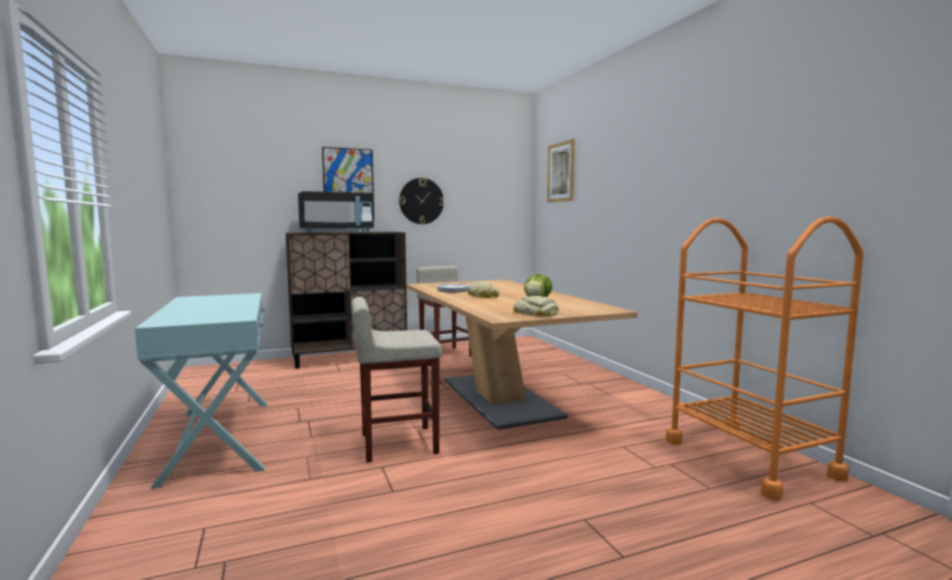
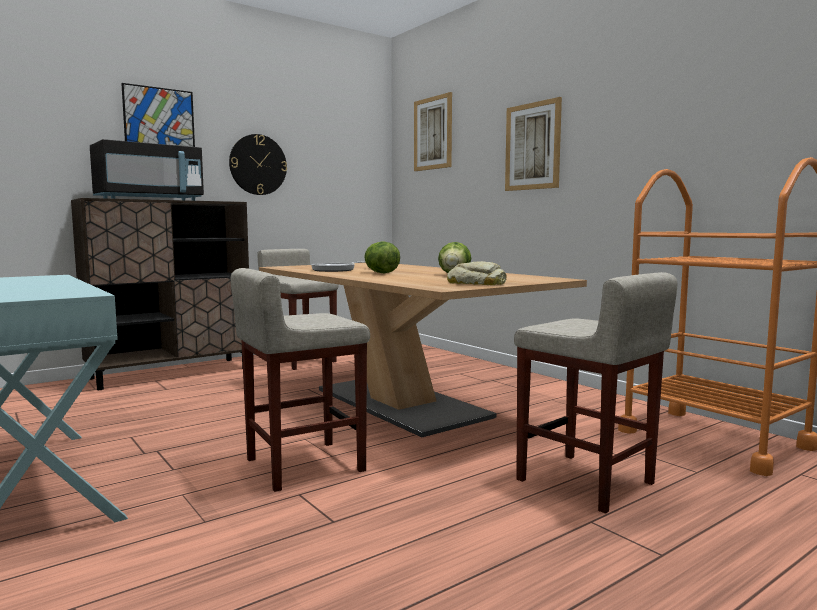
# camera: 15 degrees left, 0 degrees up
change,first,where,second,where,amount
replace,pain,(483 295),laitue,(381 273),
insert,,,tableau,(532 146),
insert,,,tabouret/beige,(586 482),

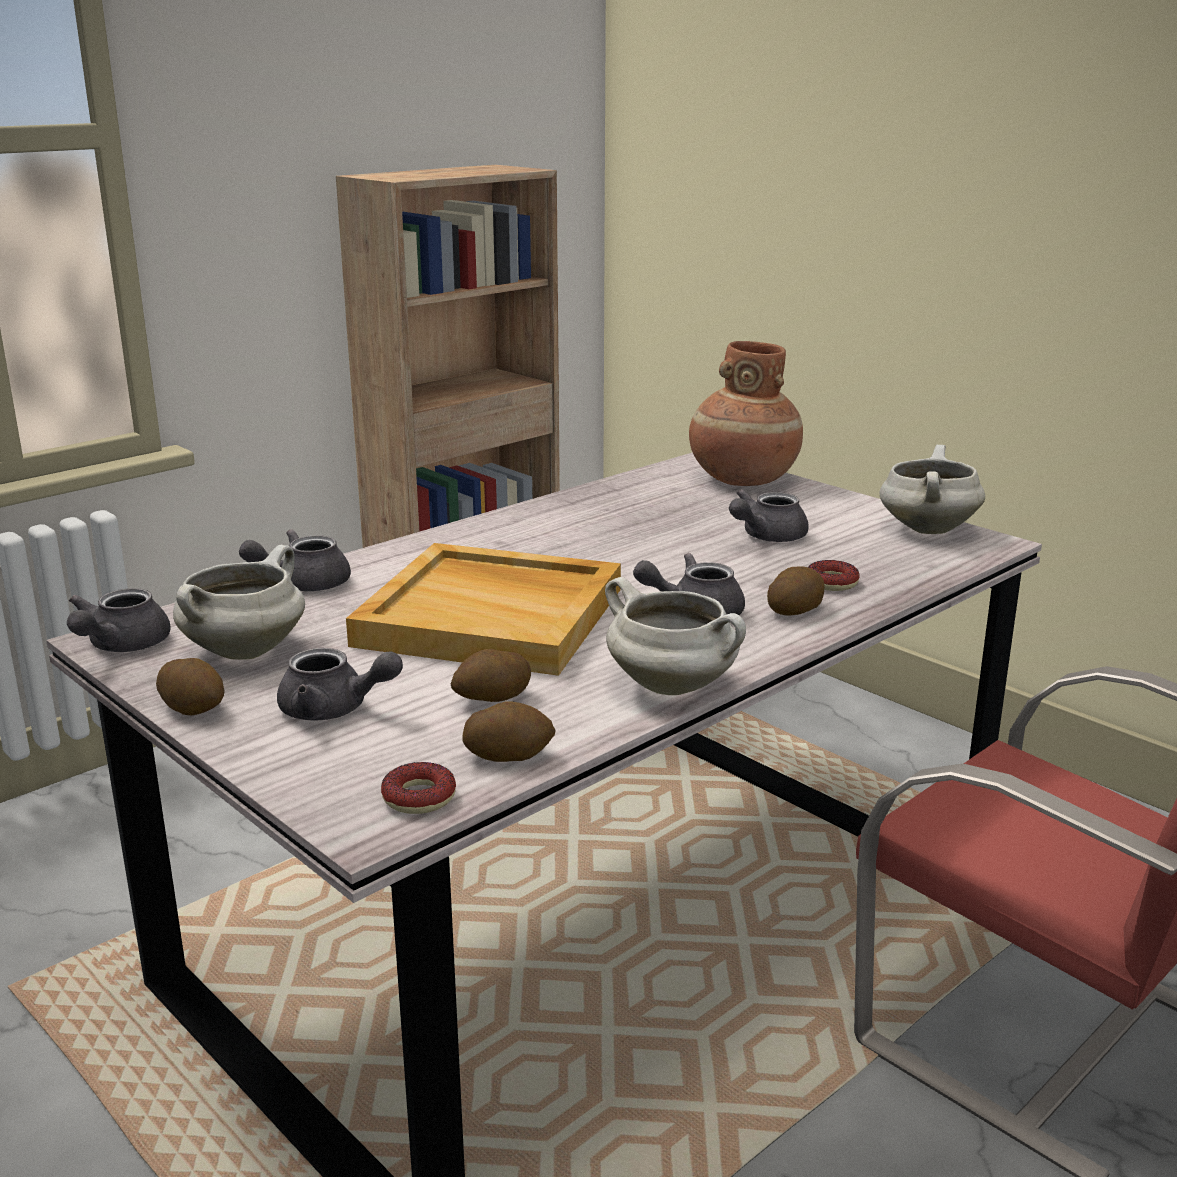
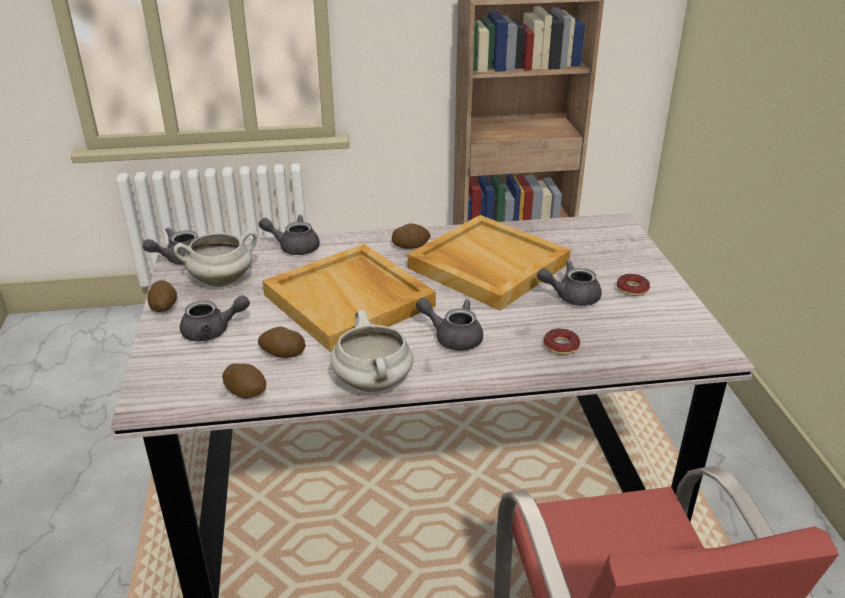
# camera: 35 degrees right, 10 degrees up
change,first,where,second,where,amount
rotate,théière/gris,(334 710),,(213 331),60 degrees counterclockwise
move,pomme de terre,(795 610),,(411 246),
insert,,,plateau/beige,(487 266),
move,beignet,(419 797),,(632 289),
delete,vase/marron,(742 479),,,
delete,marmite/blanc,(926 529),,,

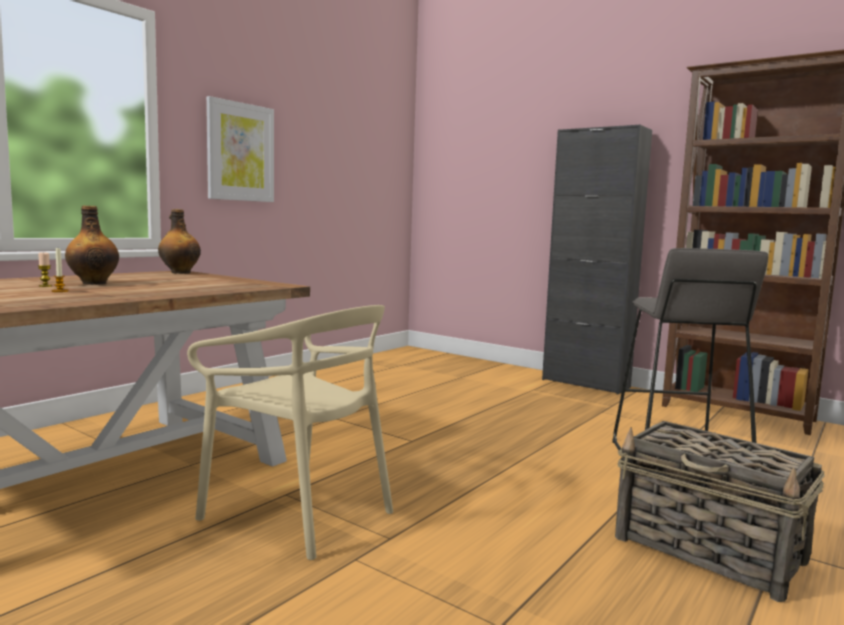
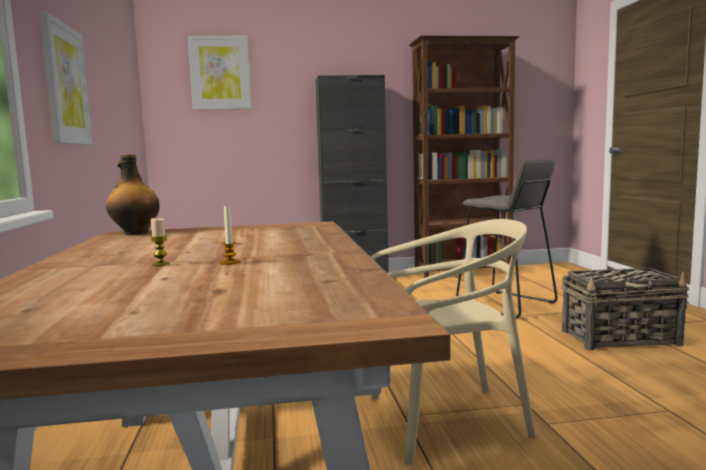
# camera: 45 degrees left, 0 degrees up
change,first,where,second,where,amount
insert,,,tableau,(220 73),
delete,bouteille,(94 283),,,

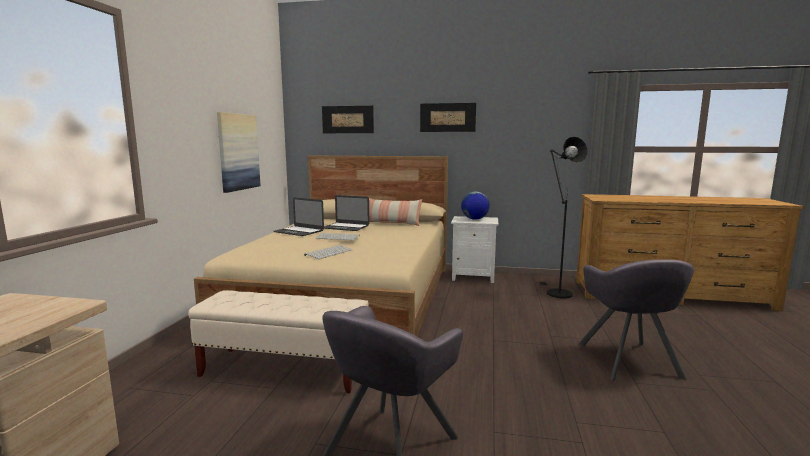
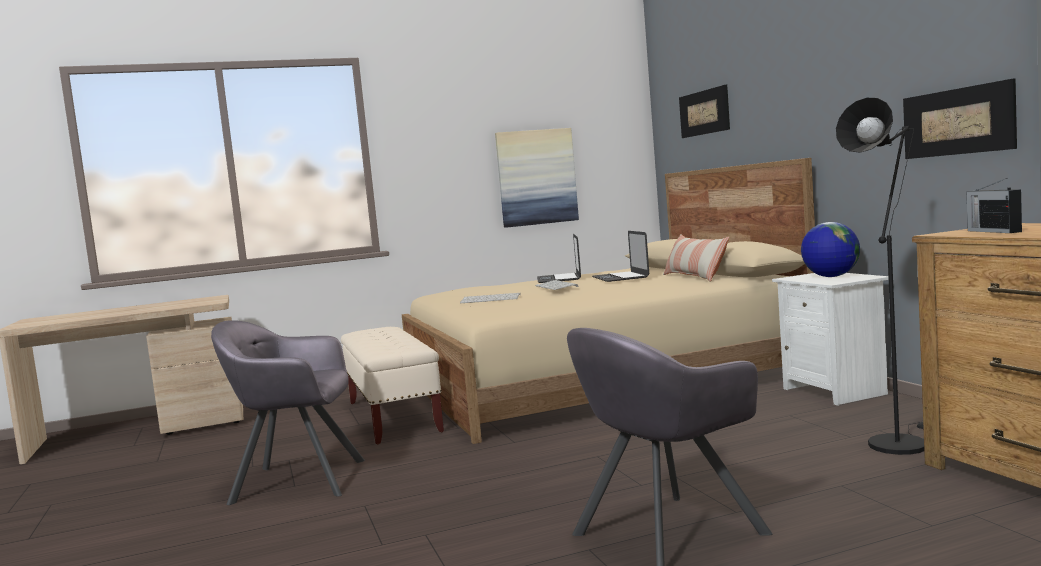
# camera: 60 degrees right, 5 degrees down
change,first,where,second,where,amount
move,tableau,(447 117),,(957 121),
insert,,,radio,(993 231),

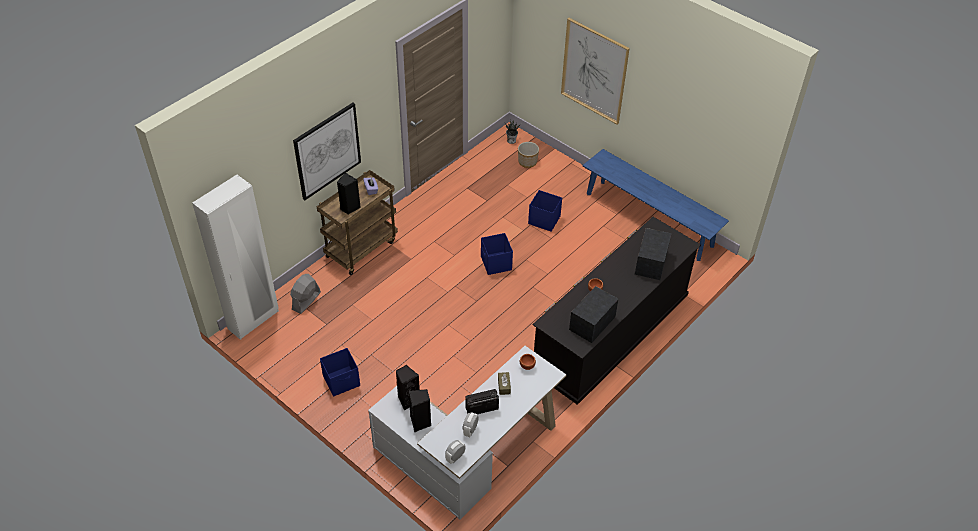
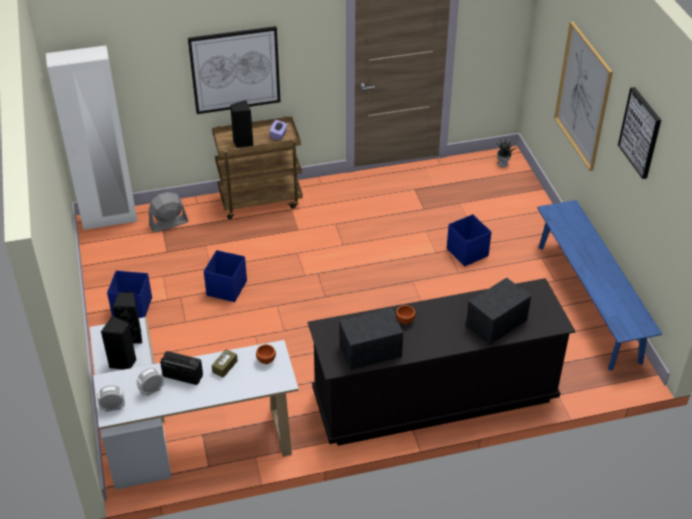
# camera: 35 degrees right, 5 degrees down
change,first,where,second,where,amount
move,boîte de rangement/bleu,(496 263),,(226 288),
insert,,,tableau,(640 132),
delete,cache-pot,(527 162),,,

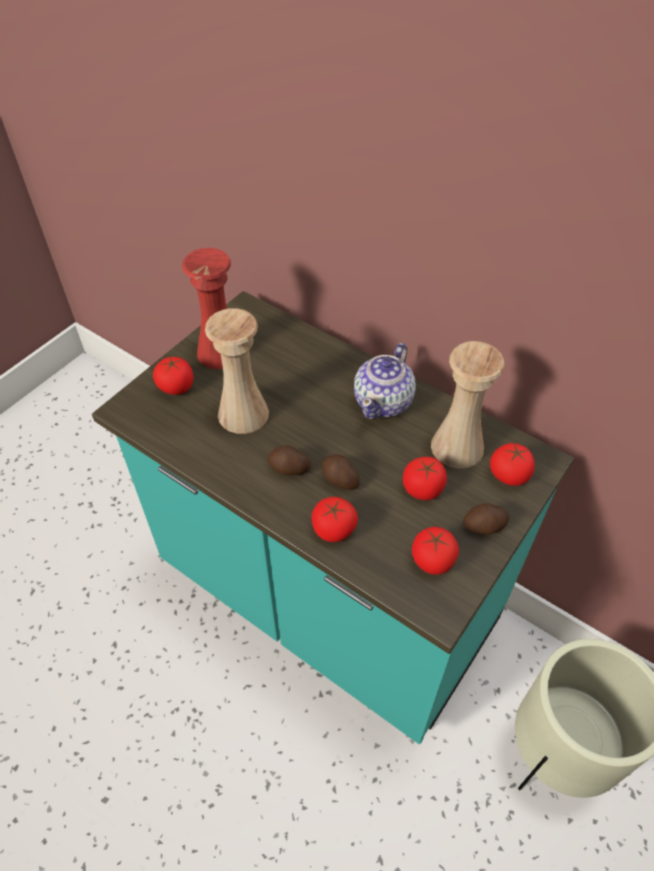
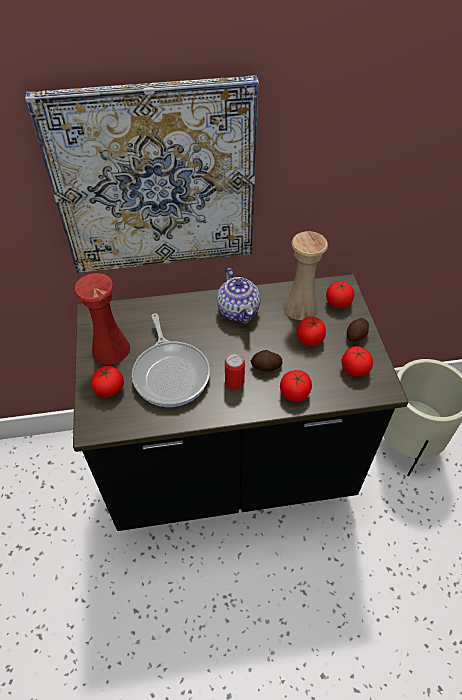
# camera: 45 degrees left, 0 degrees up
change,first,where,second,where,amount
insert,,,tableau,(155 182),
recolor,comptoir de cuisine/turquoise,(327 598),comptoir de cuisine/noir,(231 470),
replace,vase/beige,(243 414),poêle,(171 373),
replace,pomme de terre,(289 469),boîte métallique,(234 382),

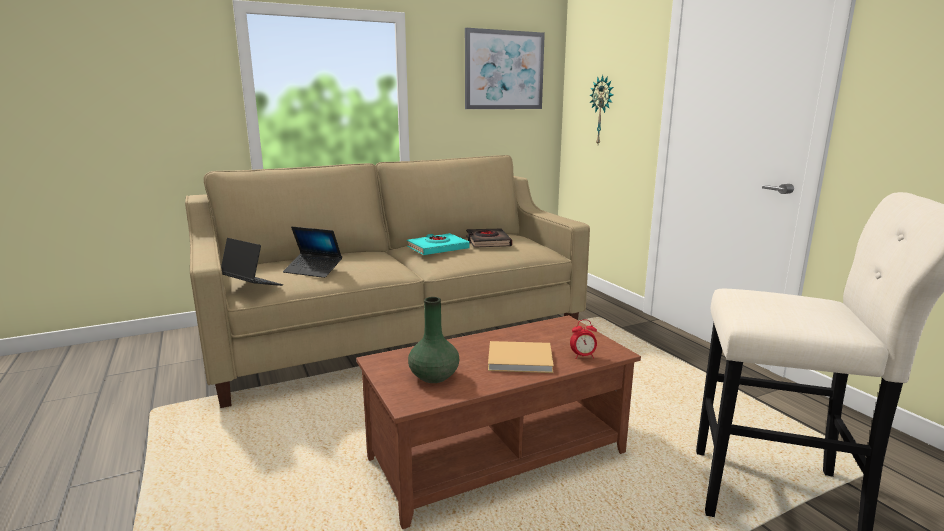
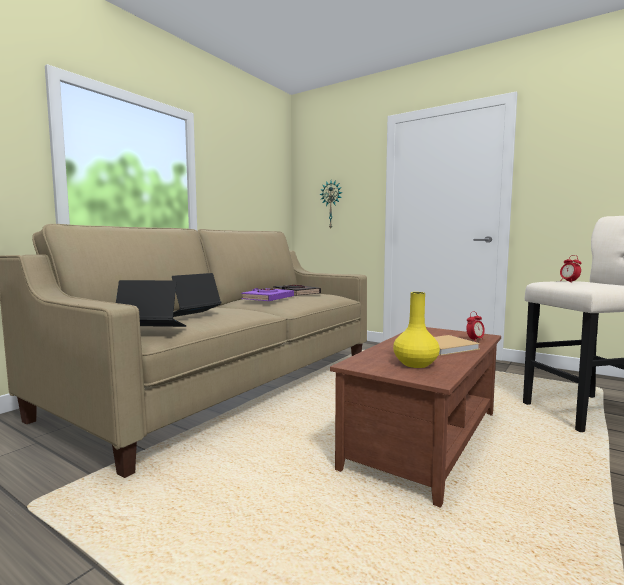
# camera: 30 degrees left, 10 degrees down
change,first,where,second,where,amount
rotate,ordinateur portable,(313 270),,(192 316),135 degrees clockwise
recolor,livre/turquoise,(437 248),livre/violet,(268 298),
recolor,vase/vert,(434 376),vase/jaune,(415 364),
insert,,,réveil,(569 282),
delete,tableau,(504 70),,,

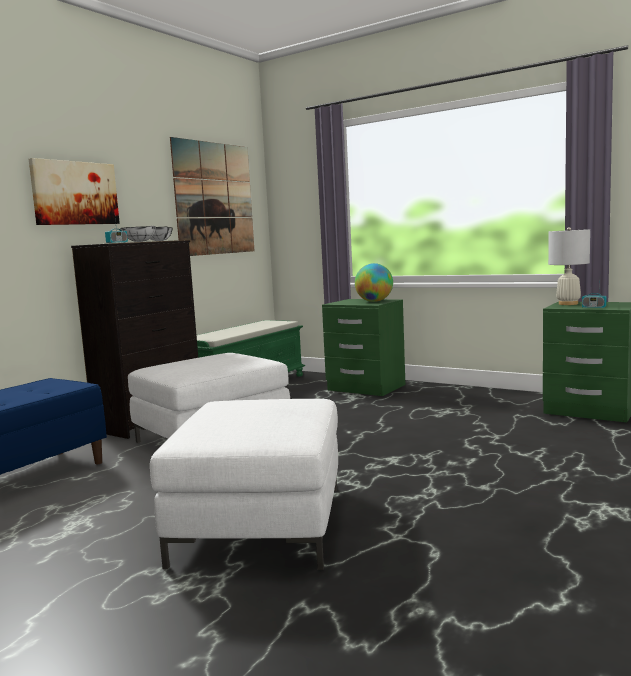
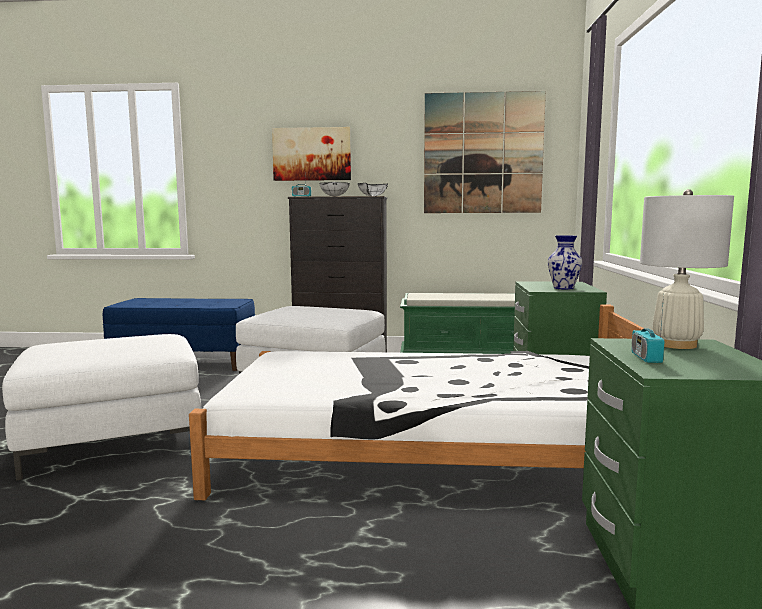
# camera: 60 degrees right, 0 degrees up
change,first,where,second,where,amount
insert,,,lit/blanc,(431 453),
replace,globe,(374 301),vase,(564 288),

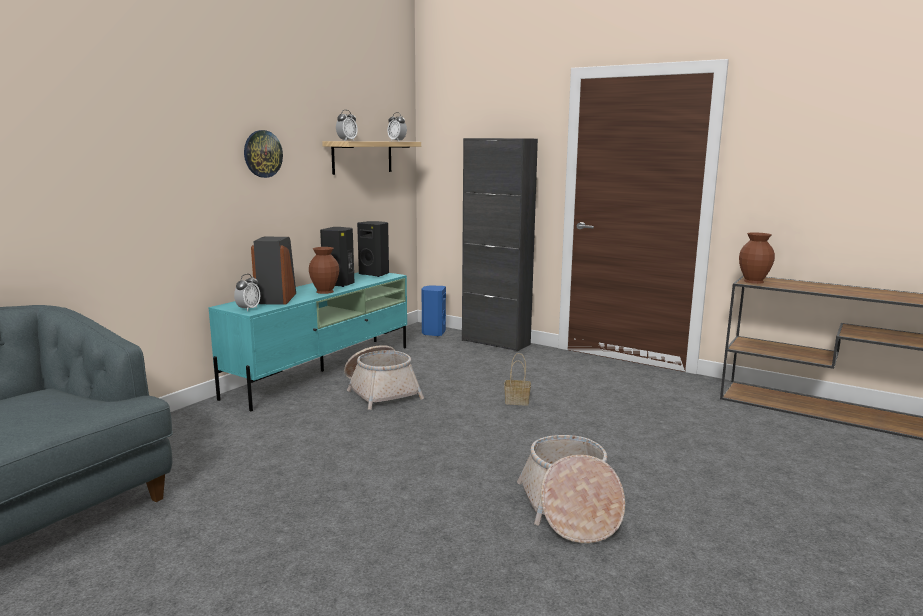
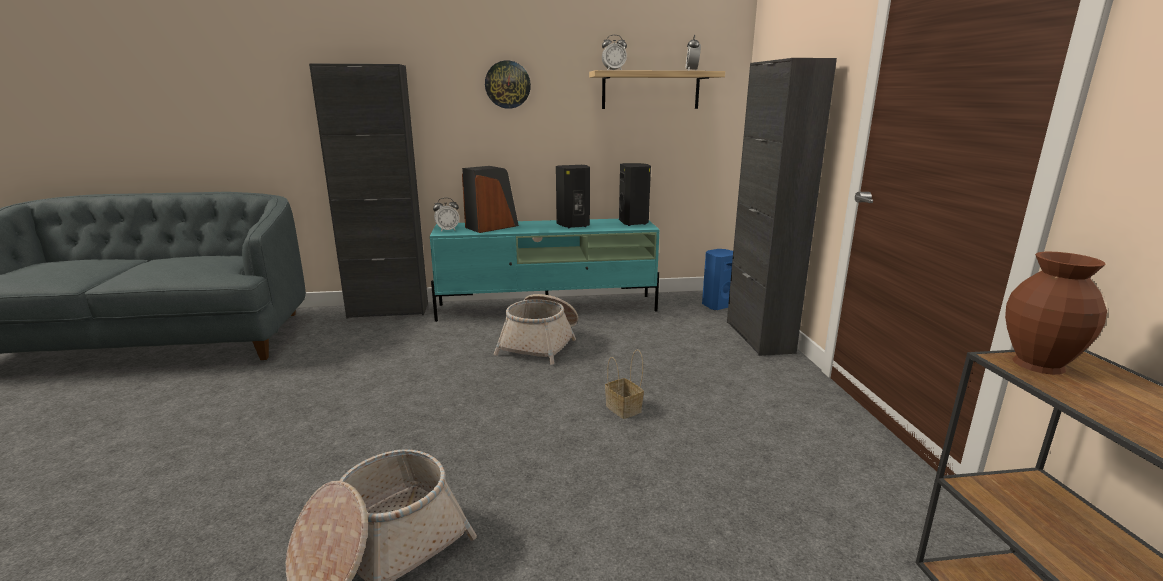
# camera: 50 degrees right, 5 degrees up
change,first,where,second,where,amount
insert,,,meuble de rangement/noir,(388 310),
delete,vase/marron,(325 291),,,

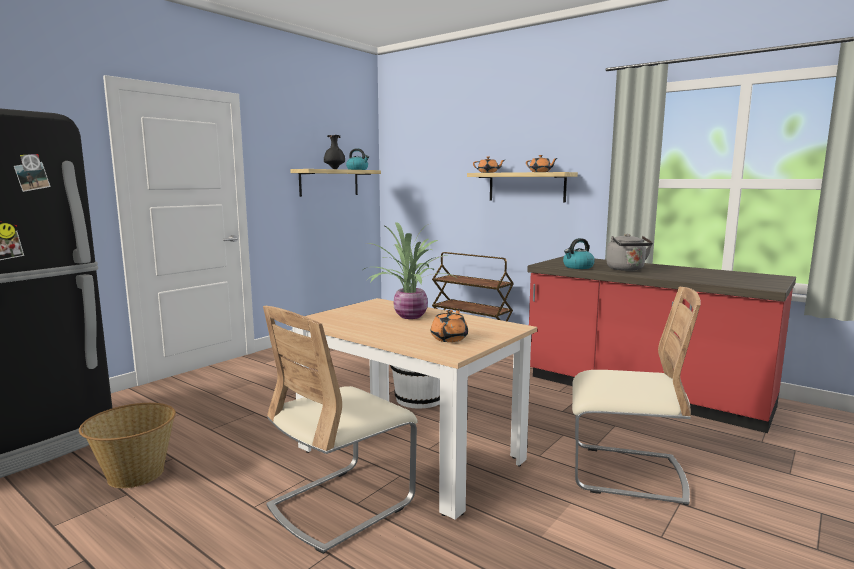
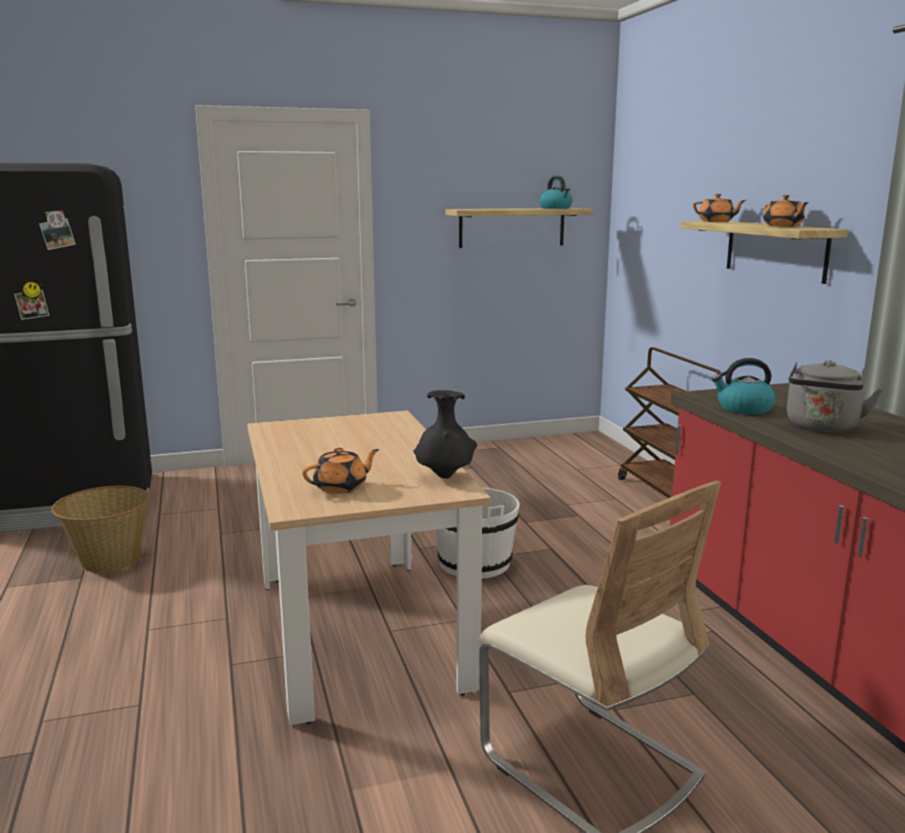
# camera: 35 degrees right, 5 degrees up
change,first,where,second,where,amount
move,vase/noir,(334 169),,(445 477),
delete,chaise/beige,(341 504),,,
delete,plante en pot,(409 316),,,

